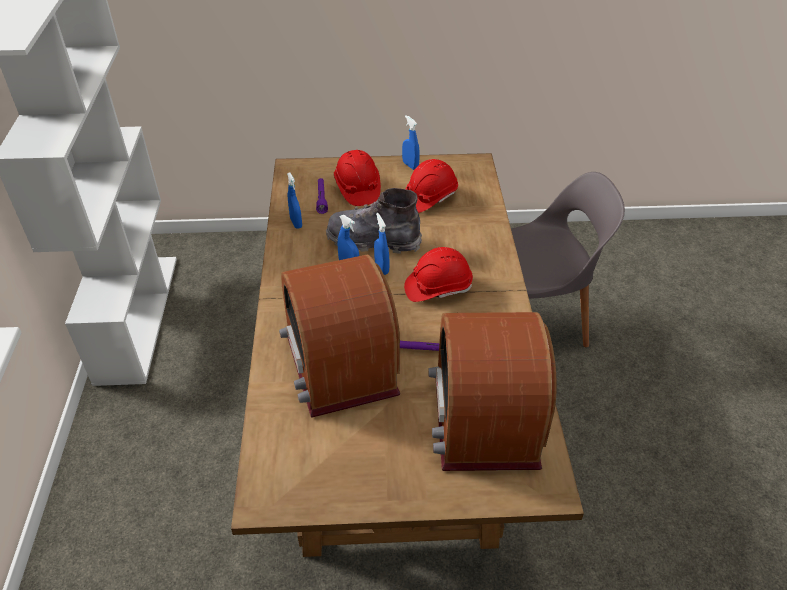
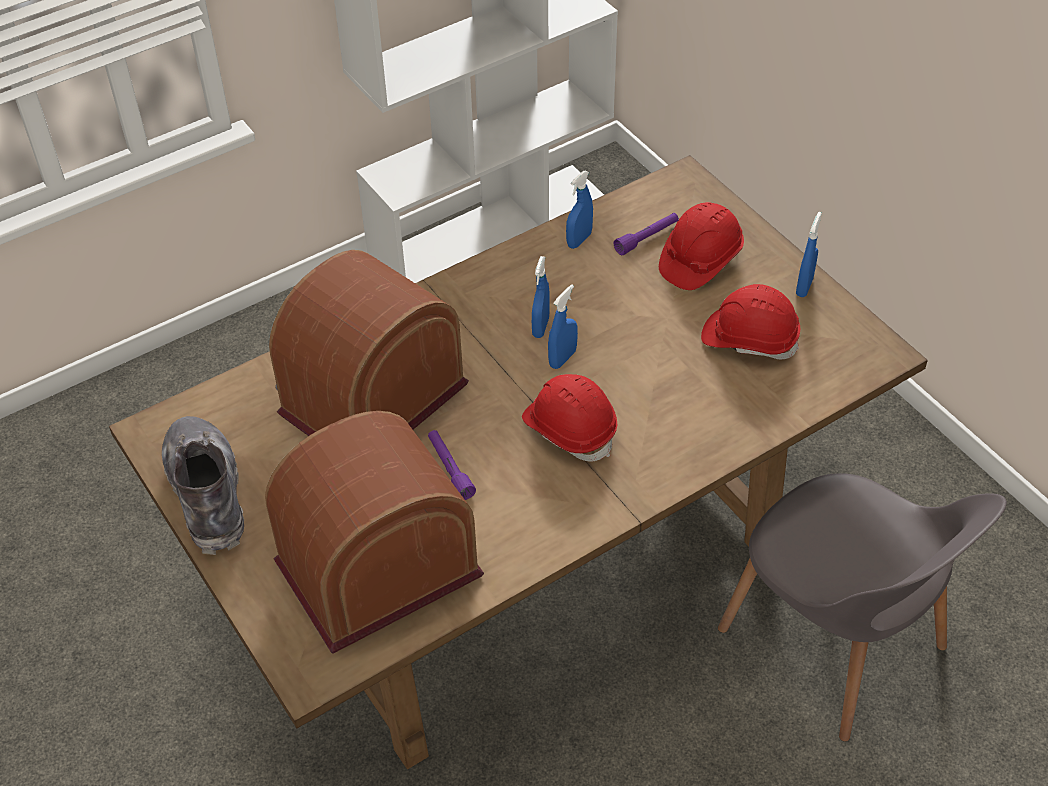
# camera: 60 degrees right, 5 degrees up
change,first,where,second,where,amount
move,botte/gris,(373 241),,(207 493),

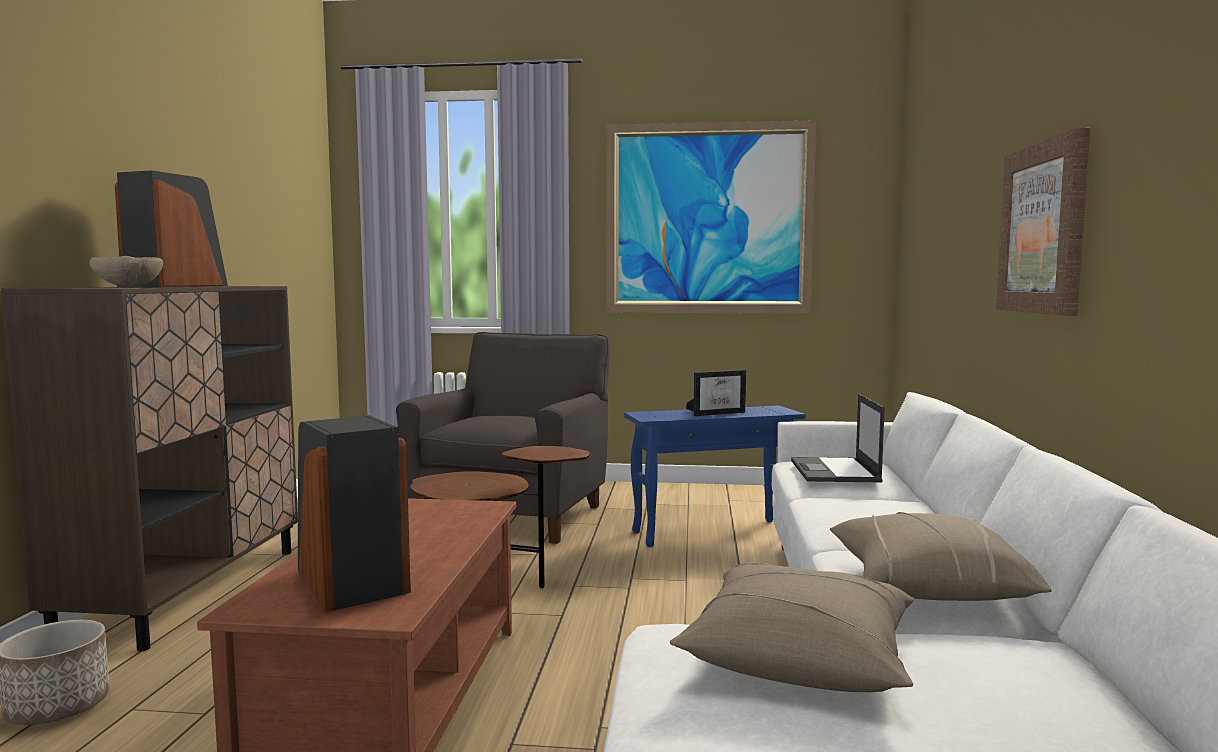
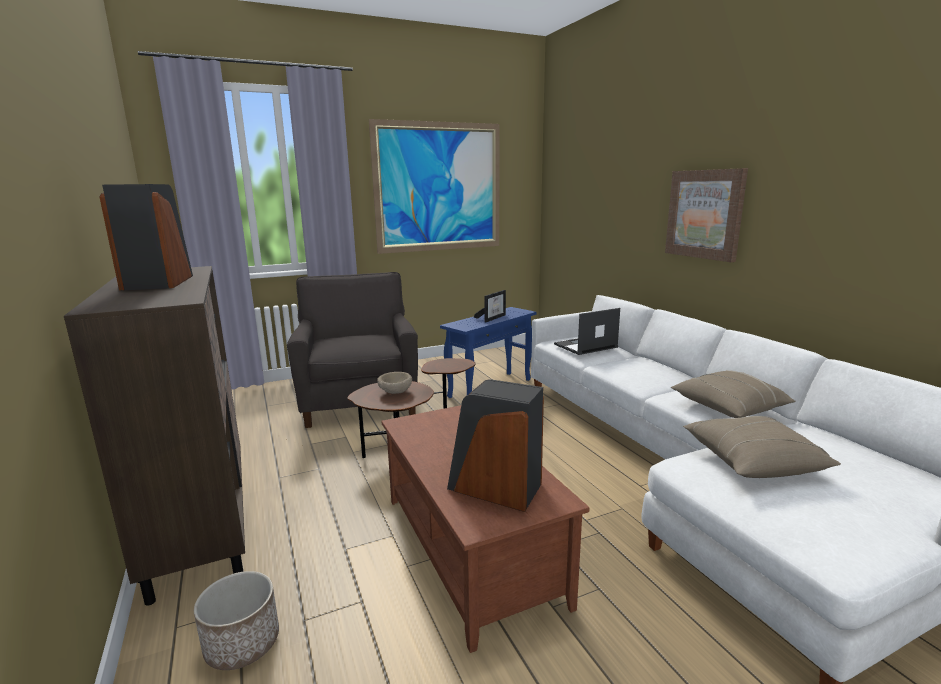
# camera: 30 degrees left, 10 degrees up
change,first,where,second,where,amount
move,bol/beige,(126 287),,(395 392),
rotate,ordinateur portable,(835 471),,(585 346),90 degrees clockwise

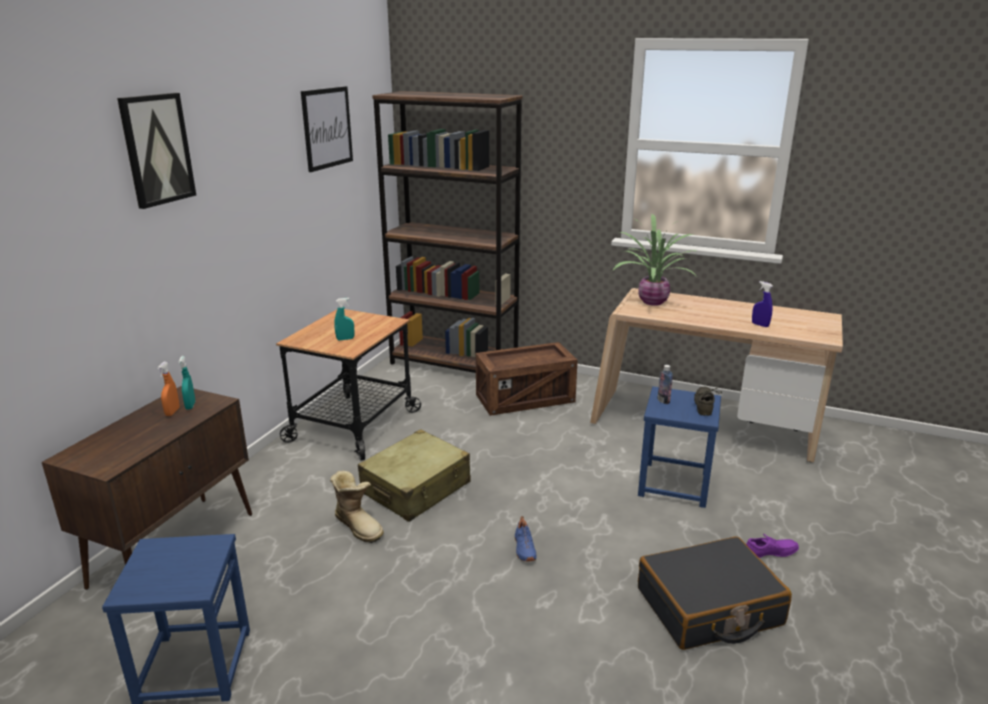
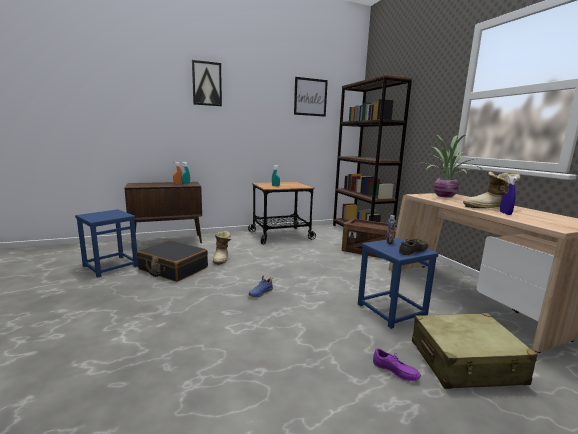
# camera: 45 degrees right, 10 degrees down
change,first,where,second,where,amount
move,valise/noir,(709 607),,(173 268),
move,valise/beige,(416 488),,(465 362),
insert,,,botte,(489 208),

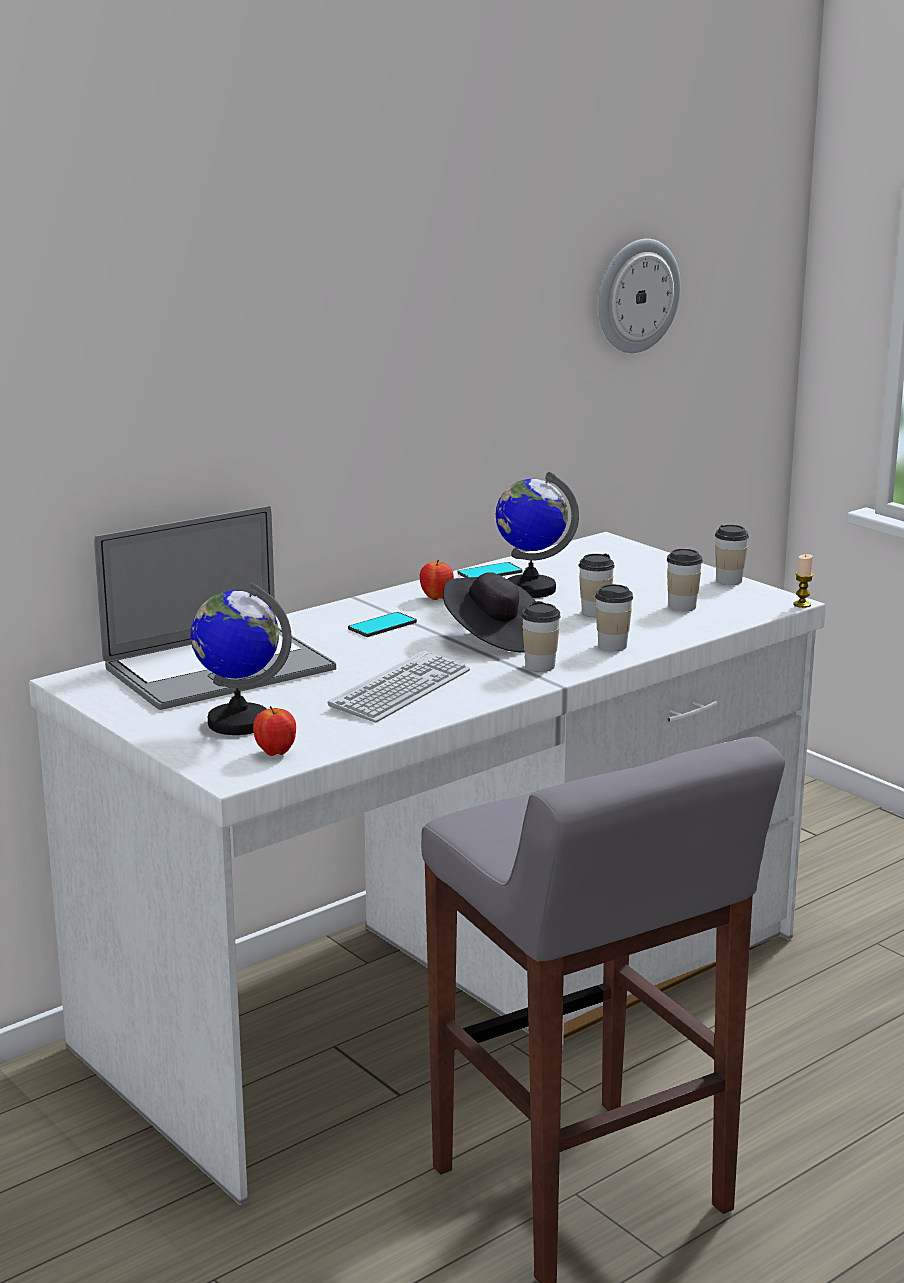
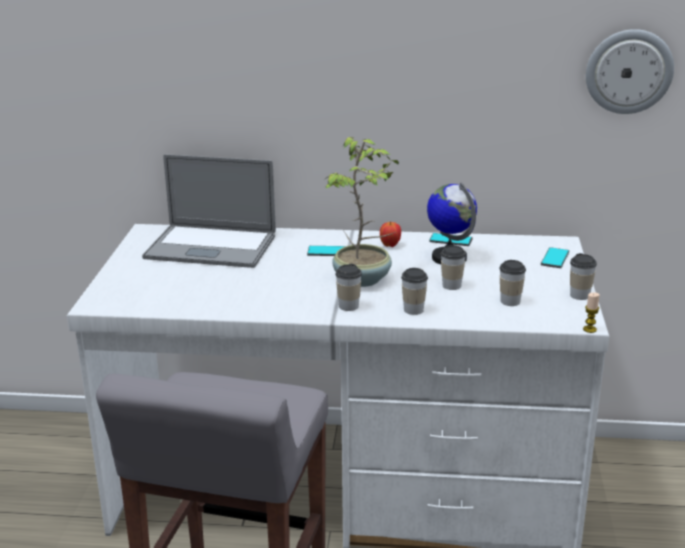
# camera: 45 degrees right, 5 degrees up
change,first,where,second,where,amount
replace,chapeau/noir,(492 638),plante en pot,(363 280),
insert,,,téléphone,(555 258),
delete,globe,(238 722),,,
delete,pomme,(275 752),,,
delete,clavier,(400 689),,,

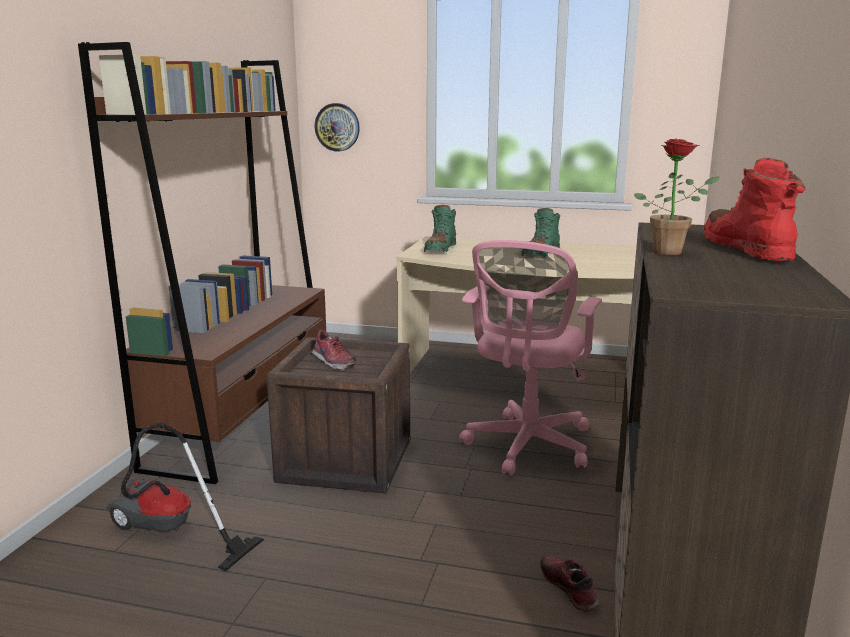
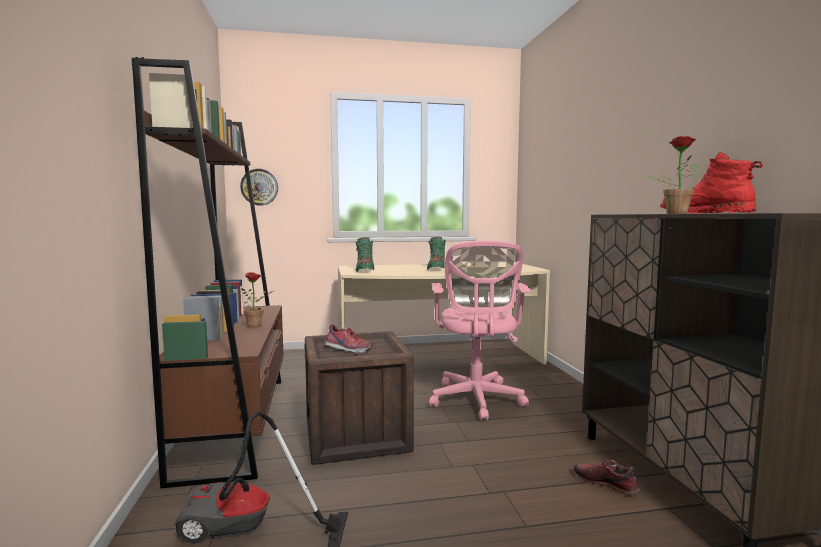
# camera: 25 degrees left, 10 degrees down
change,first,where,second,where,amount
insert,,,plante en pot,(257 325),

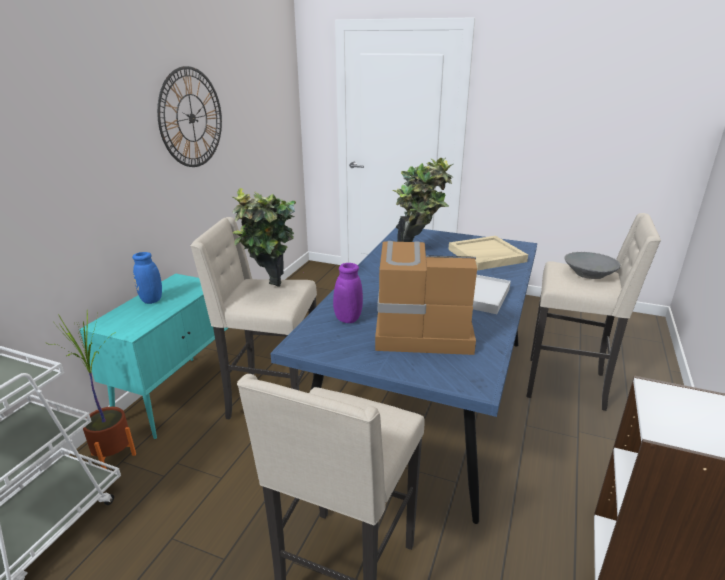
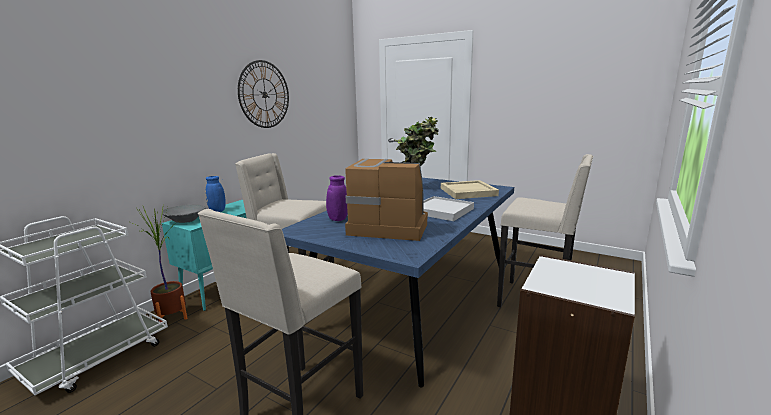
# camera: 10 degrees right, 10 degrees down
change,first,where,second,where,amount
move,bol/gris,(588 275),,(185 220),
delete,plante en pot,(269 292),,,

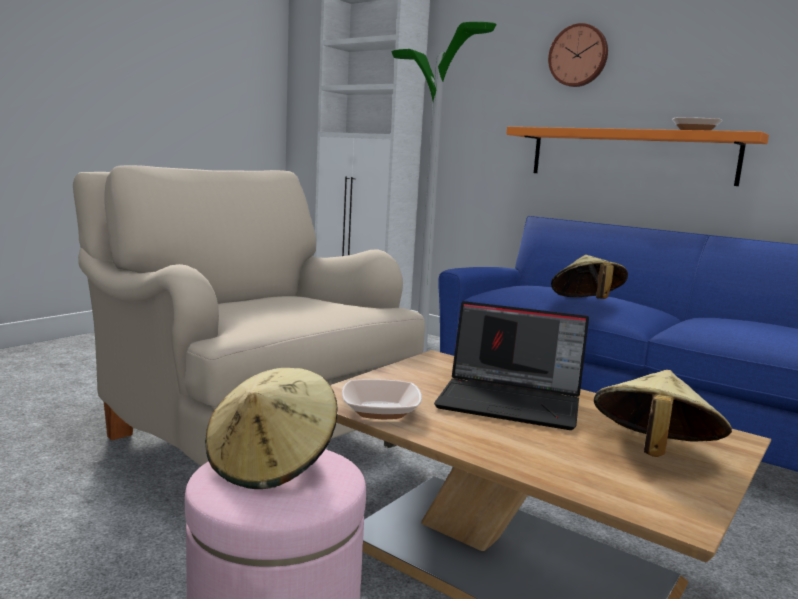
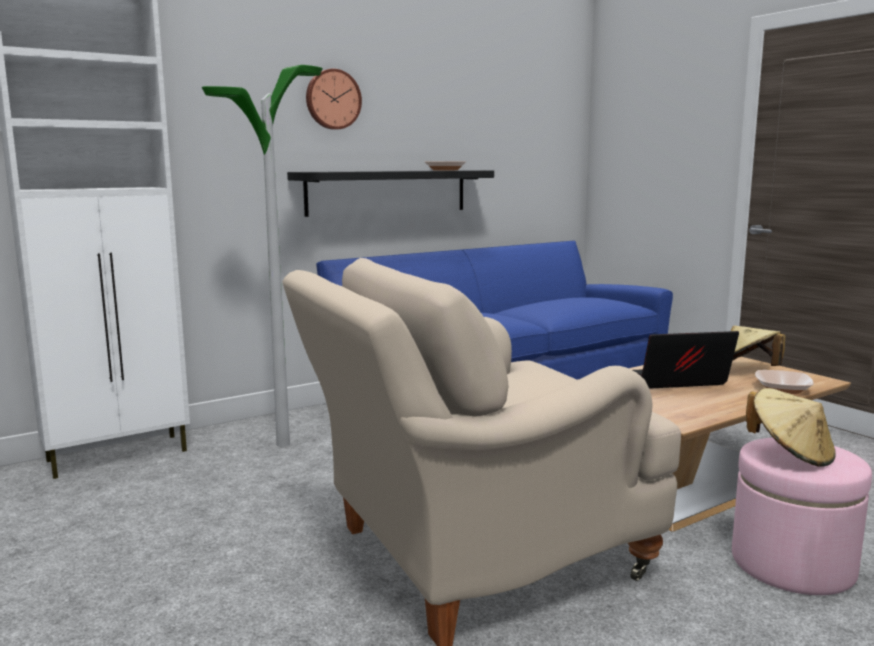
# camera: 70 degrees left, 0 degrees up
change,first,where,second,where,amount
recolor,étagère/orange,(630 155),étagère/noir,(388 192),
rotate,ordinateur portable,(512 401),,(672 382),135 degrees counterclockwise
move,bol,(381 410),,(782 389),
delete,chapeau/beige,(586 303),,,

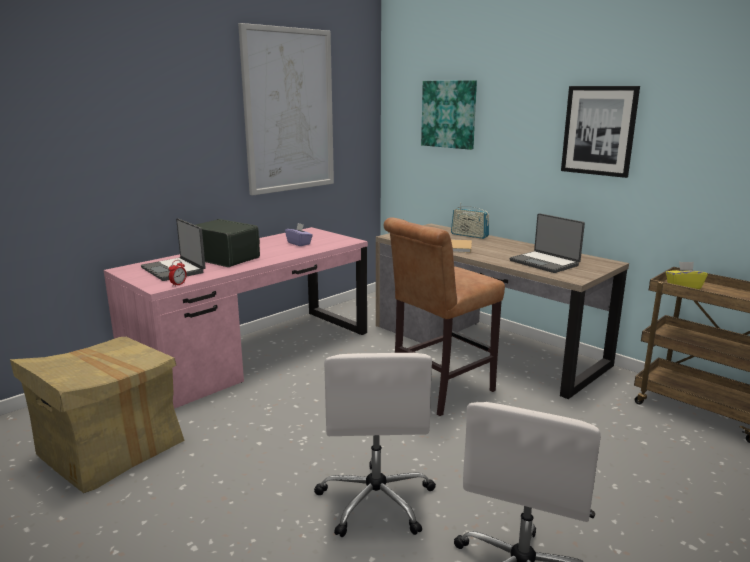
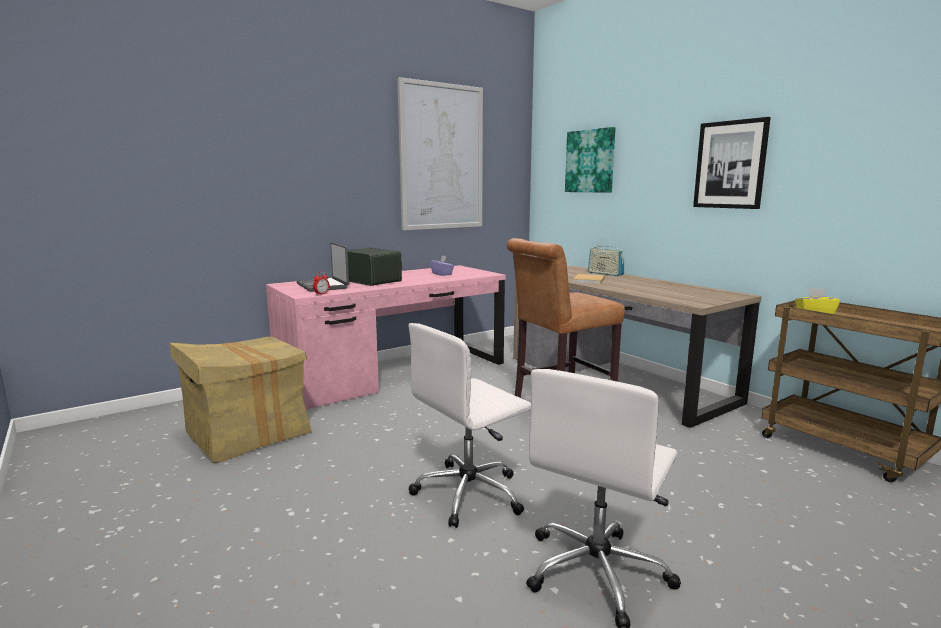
# camera: 10 degrees right, 5 degrees down
change,first,where,second,where,amount
rotate,chaise de bureau/blanc,(376 500),,(470 493),45 degrees clockwise
delete,ordinateur portable,(545 263),,,

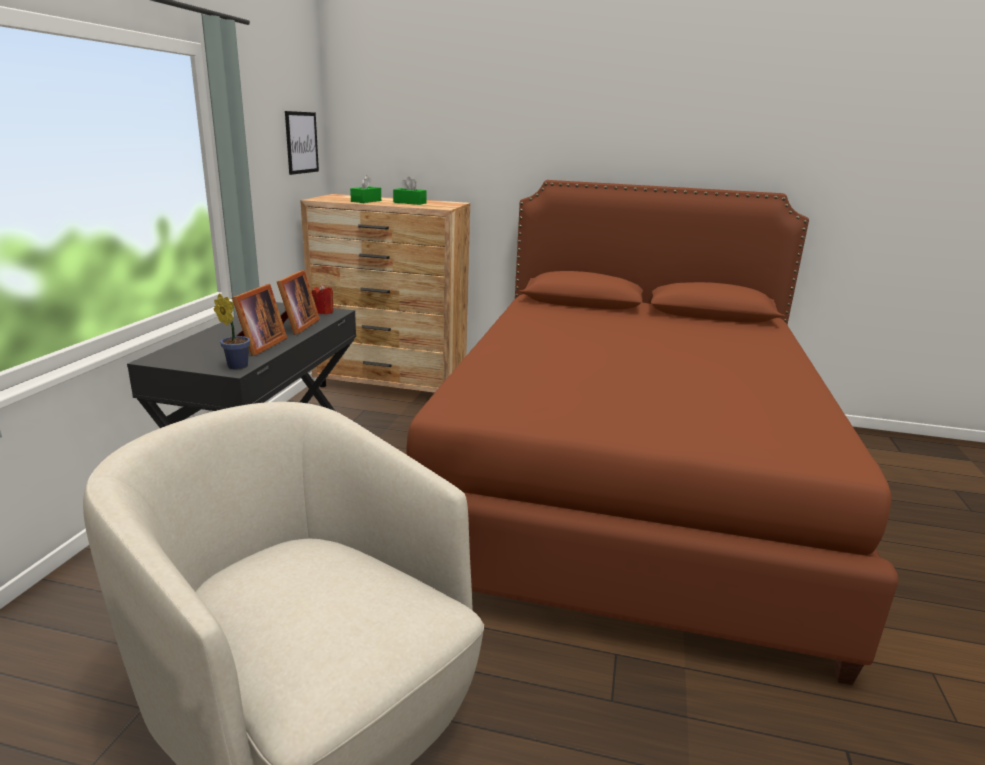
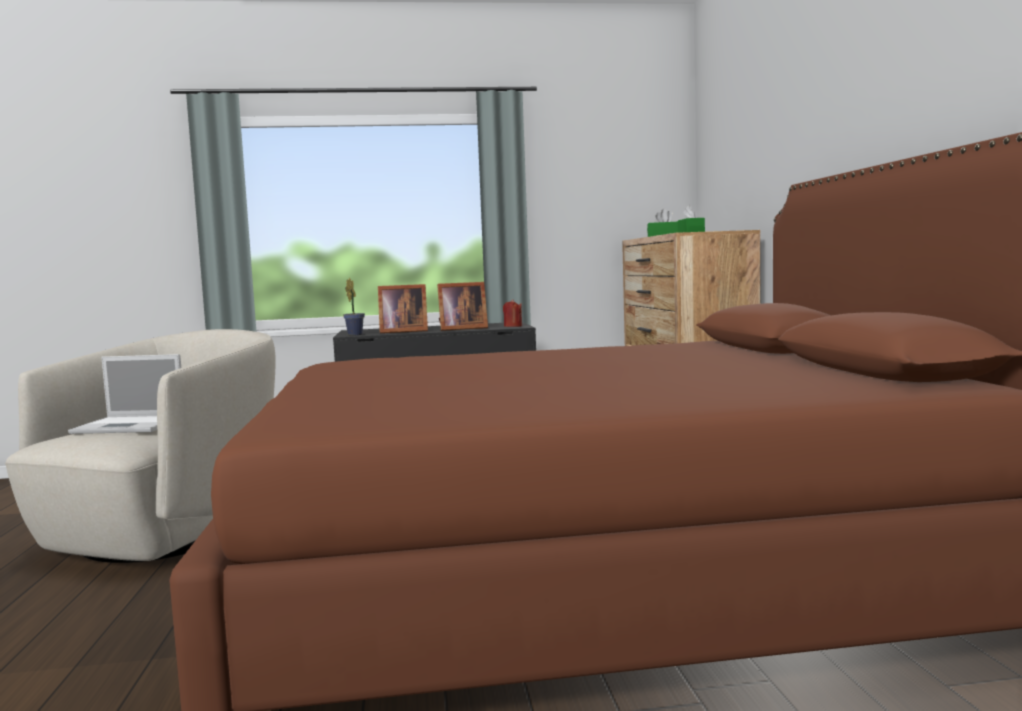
# camera: 70 degrees right, 15 degrees down
change,first,where,second,where,amount
insert,,,ordinateur portable,(131 425),
delete,tableau,(301 142),,,

